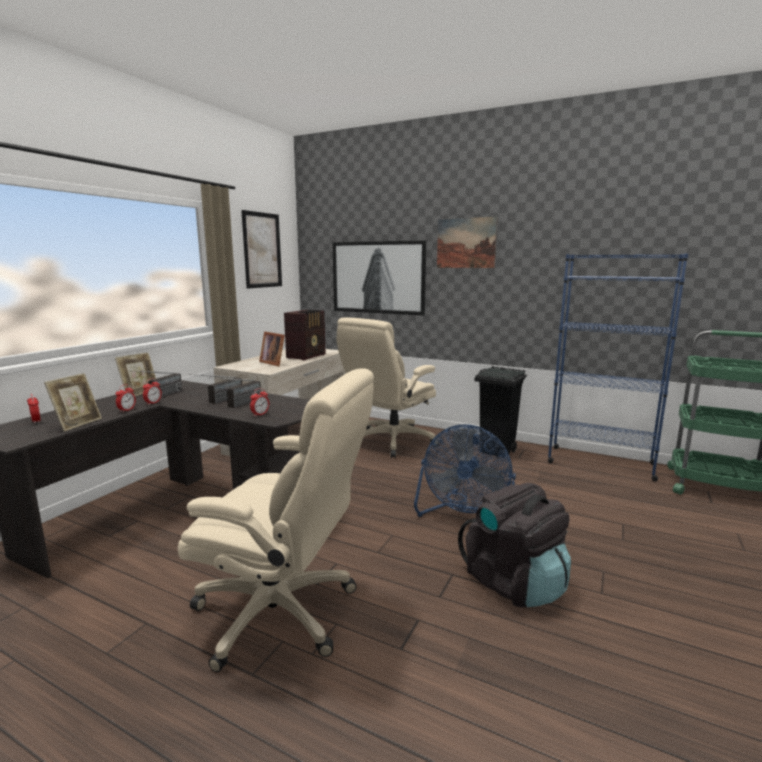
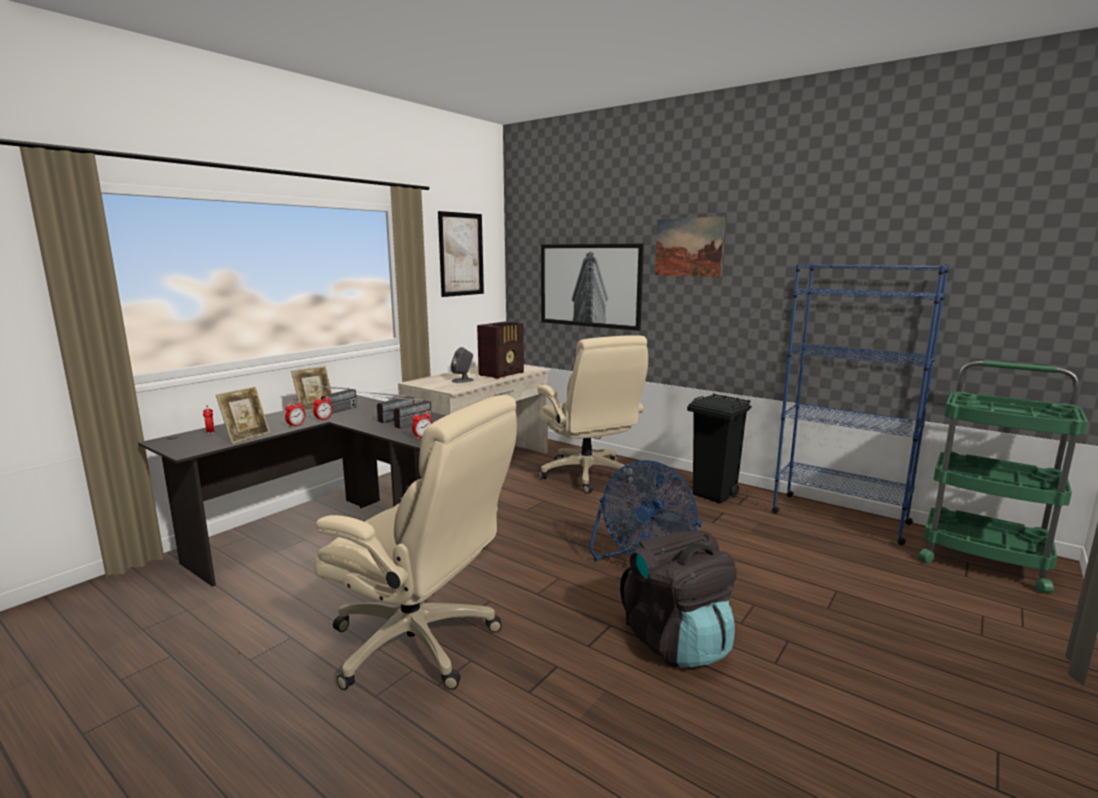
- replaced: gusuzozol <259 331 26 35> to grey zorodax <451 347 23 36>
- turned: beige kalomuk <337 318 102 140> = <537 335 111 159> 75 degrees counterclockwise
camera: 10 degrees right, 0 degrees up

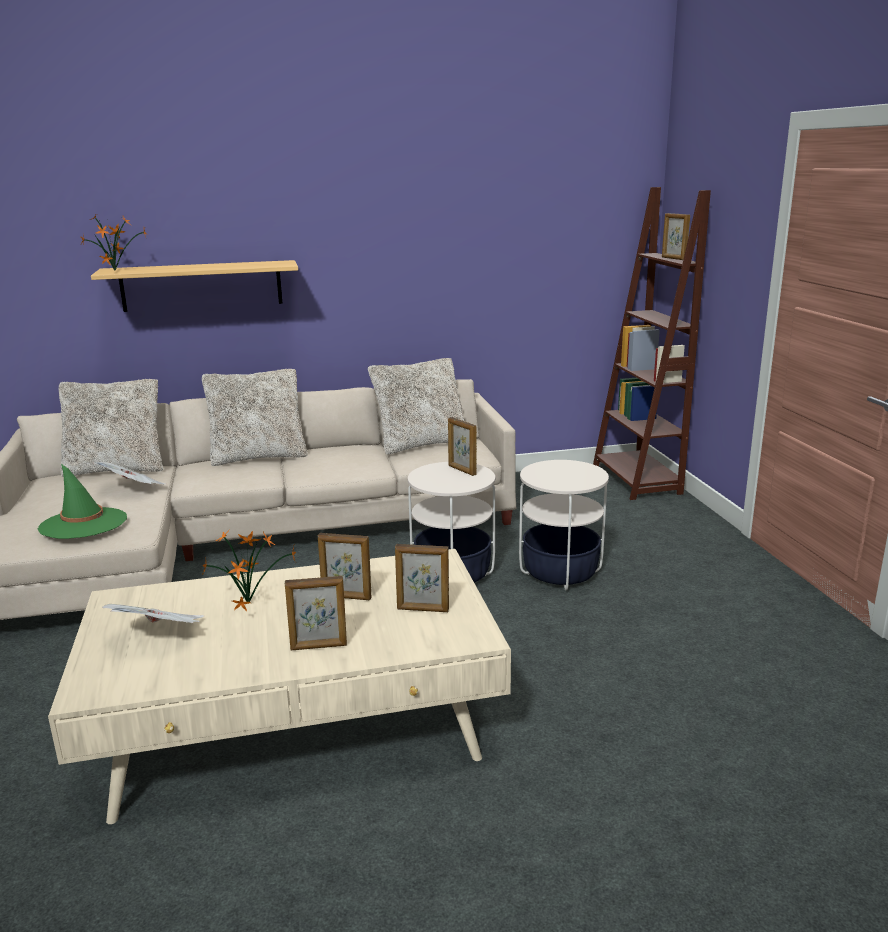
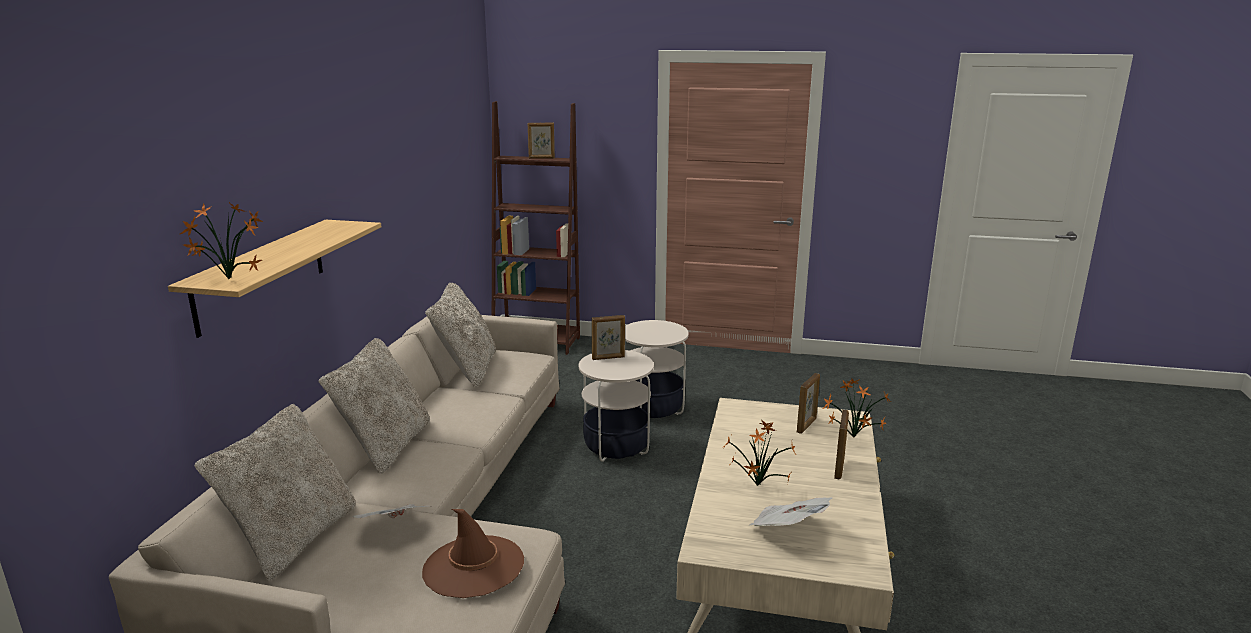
- recoloured: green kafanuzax <38 464 89 75> to brown kafanuzax <422 509 102 89>
- removed: gusuzozol <318 533 53 67>
- added: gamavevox <822 379 69 59>
camera: 65 degrees left, 0 degrees up

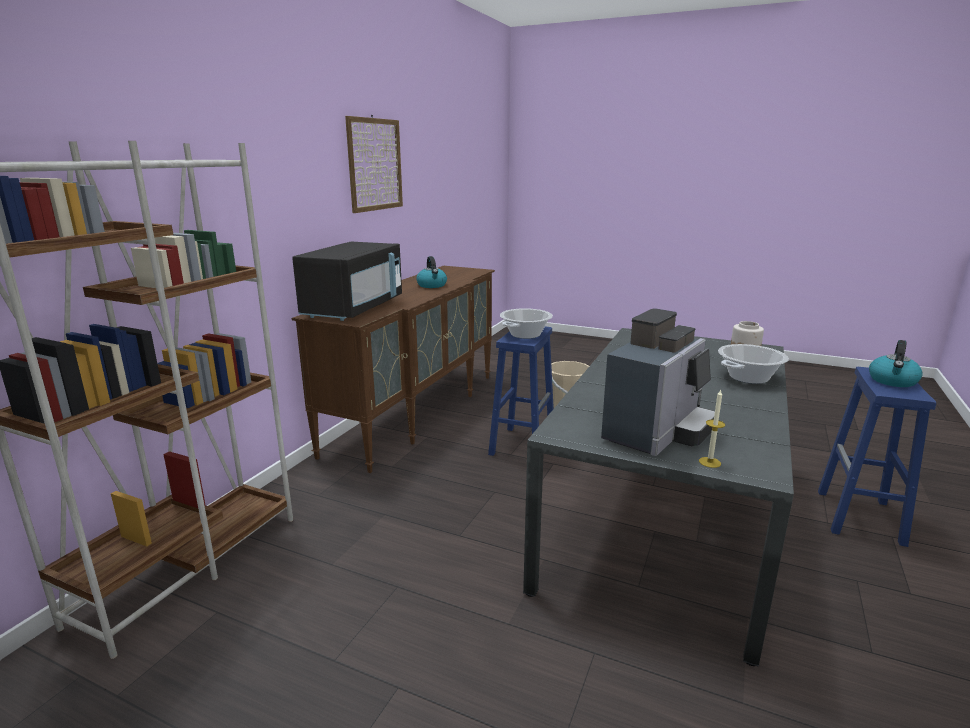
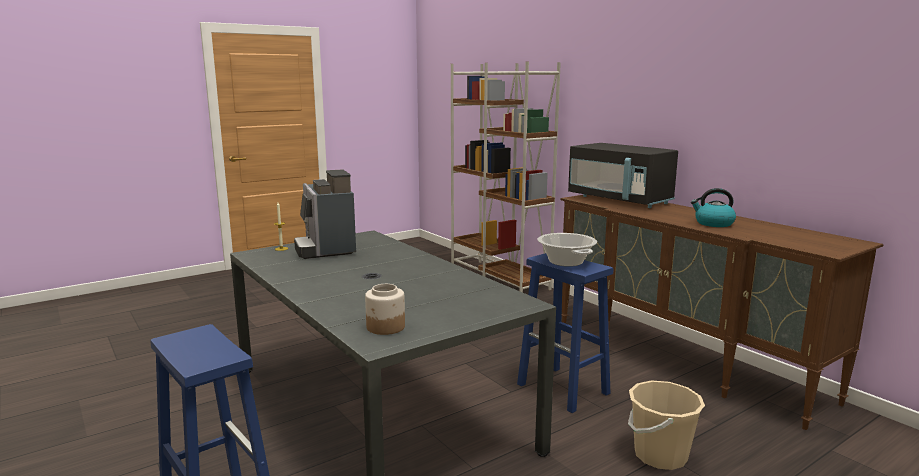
- removed: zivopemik <345 115 58 98>
- removed: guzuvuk <718 344 71 40>
- removed: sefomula <869 340 54 47>
camera: 120 degrees right, 5 degrees down

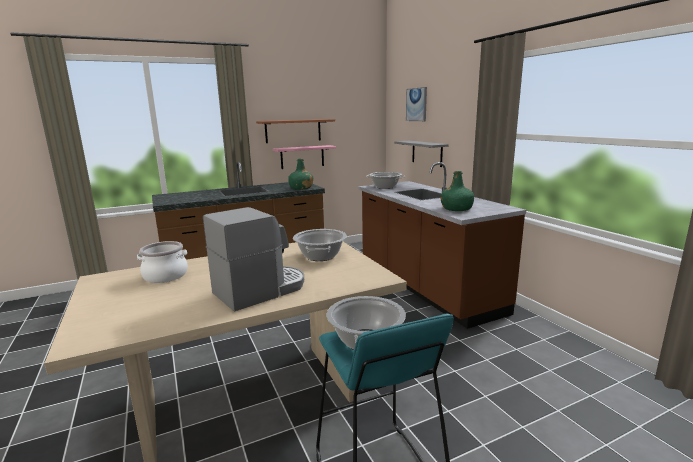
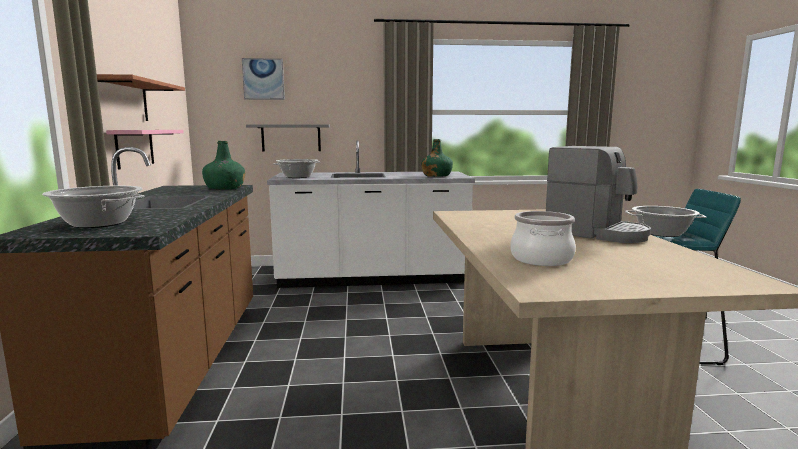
- turned: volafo <203 207 101 105> = <546 146 105 97> 150 degrees clockwise
- moved: guzuvuk <293 229 54 32> to <42 186 103 42>
- recoloured: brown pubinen <358 162 168 167> to white pubinen <267 140 208 148>
camera: 70 degrees left, 5 degrees down

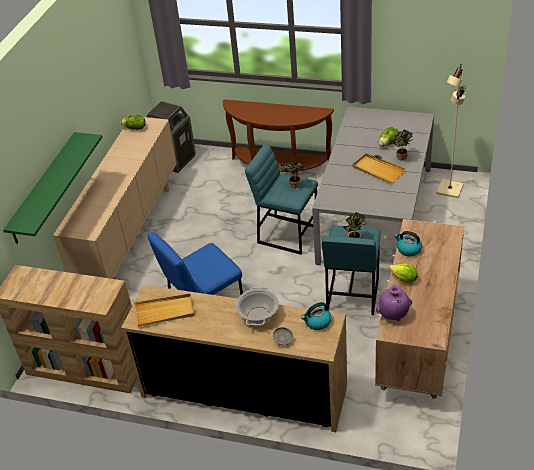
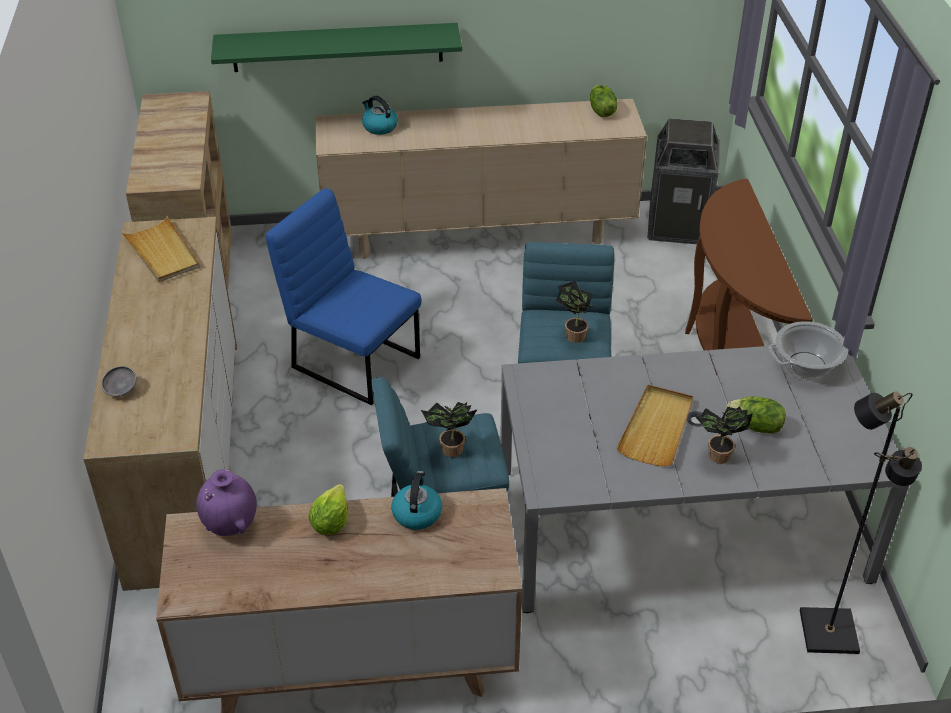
- moved: guzuvuk <236 288 43 37> to <768 321 80 57>
- moved: sefomula <301 302 30 28> to <362 96 36 39>
- recoloured: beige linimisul <436 64 30 134> to black linimisul <800 391 122 263>
camera: 65 degrees right, 0 degrees up

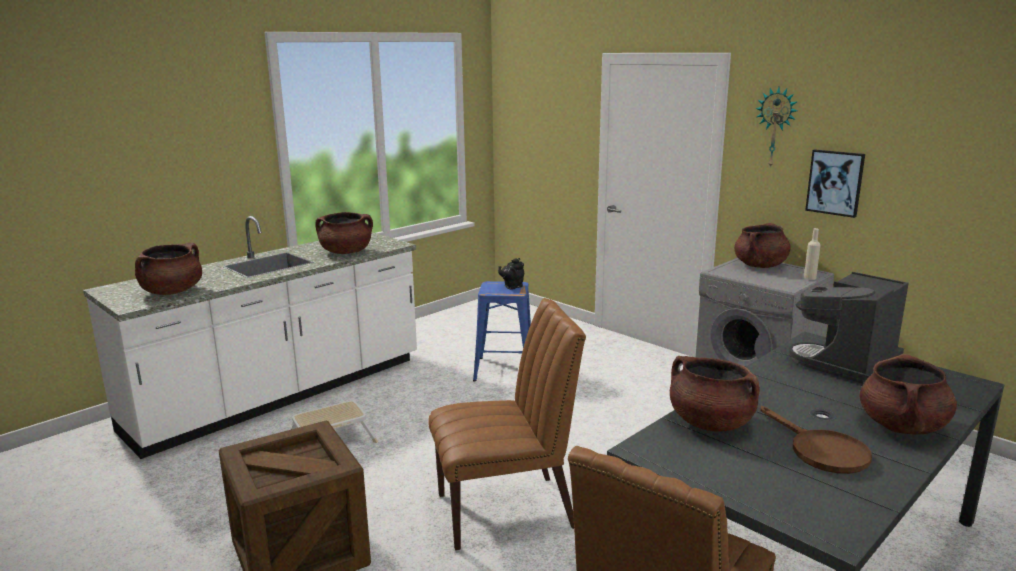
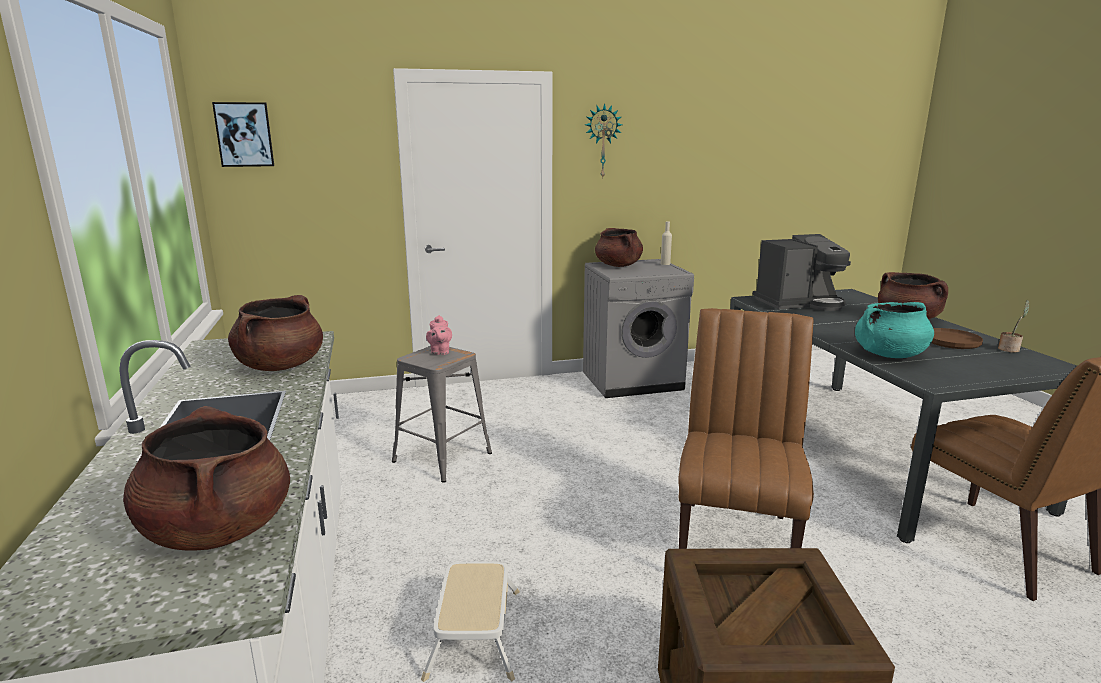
- recoloured: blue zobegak <473 281 58 101> to grey zobegak <392 346 100 137>
- recoloured: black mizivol <498 258 26 31> to pink mizivol <426 315 26 40>
- recoloured: brown guzuvuk <670 356 90 76> to turquoise guzuvuk <855 302 79 56>
- turned: volafo <789 272 120 112> = <752 234 99 77> 90 degrees counterclockwise
- moved: zivopemik <805 149 60 69> to <212 102 62 65>
- added: gamavevox <998 300 32 53>
camera: 60 degrees left, 0 degrees up

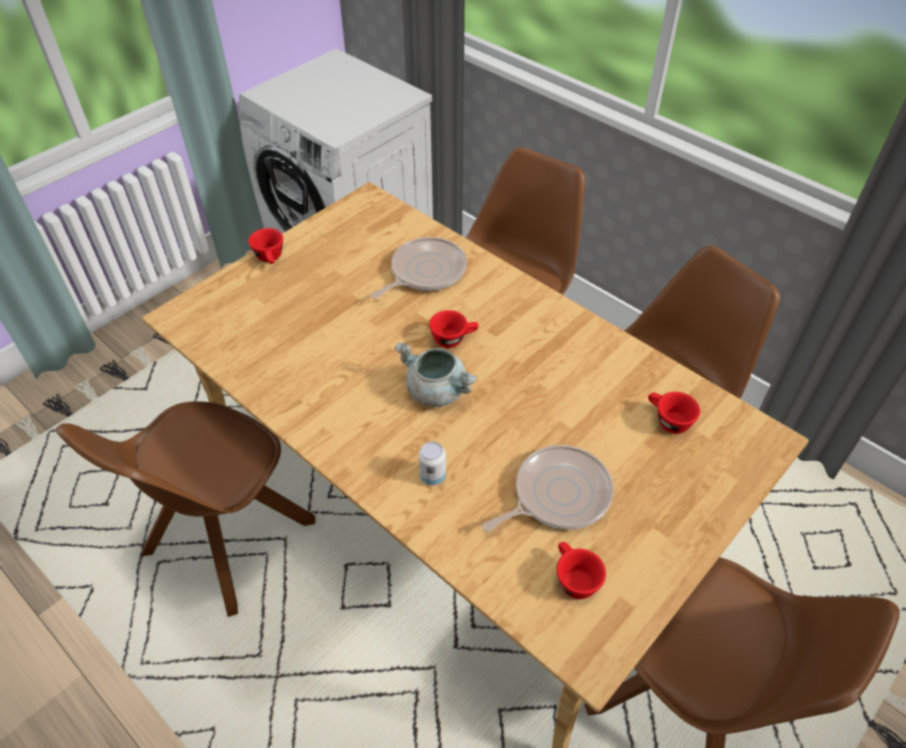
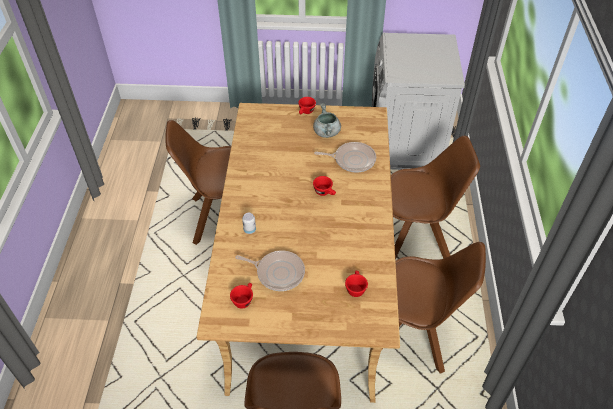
- moved: grey guzuvuk <395 342 82 65> to <313 103 28 35>
camera: 50 degrees right, 0 degrees up

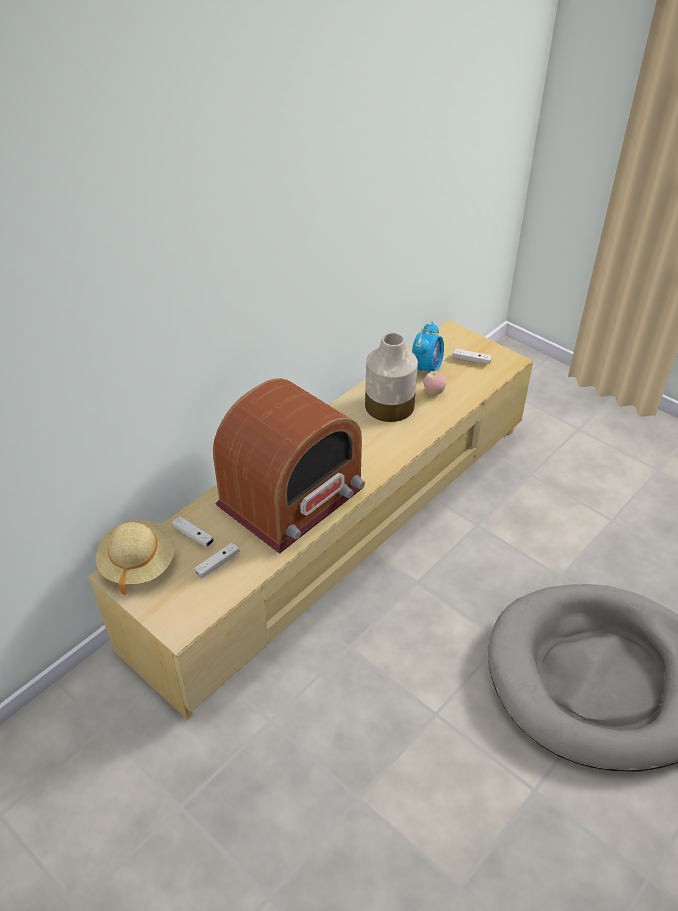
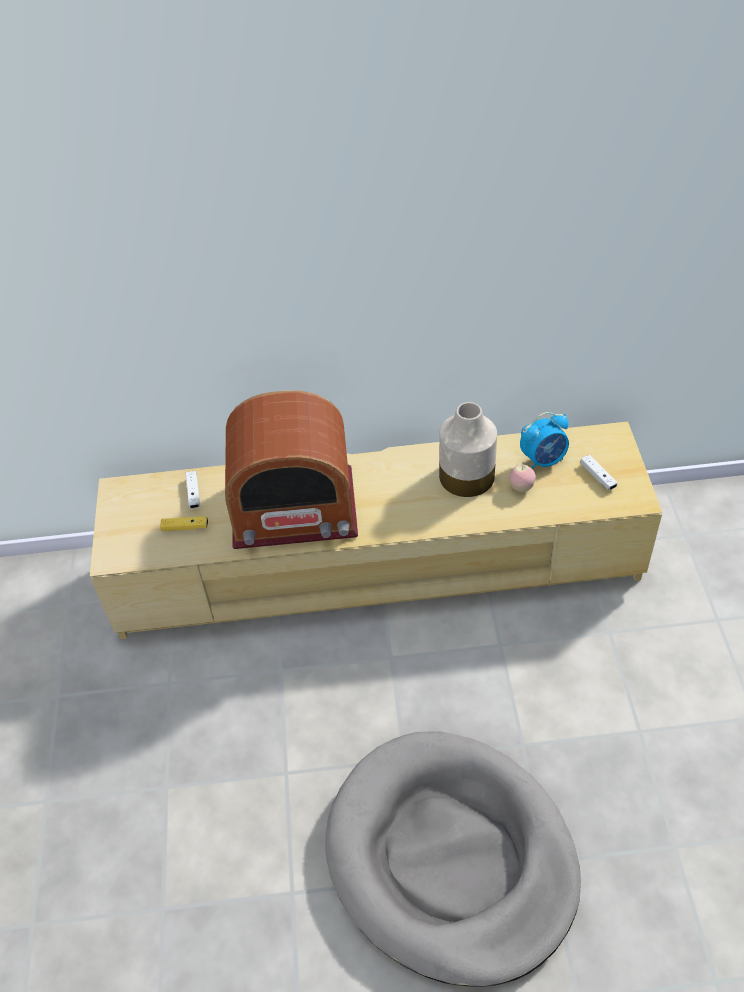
- removed: beige kafanuzax <96 520 79 75>
- recoloured: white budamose <194 543 45 36> to yellow budamose <160 516 48 15>
camera: 45 degrees right, 5 degrees up

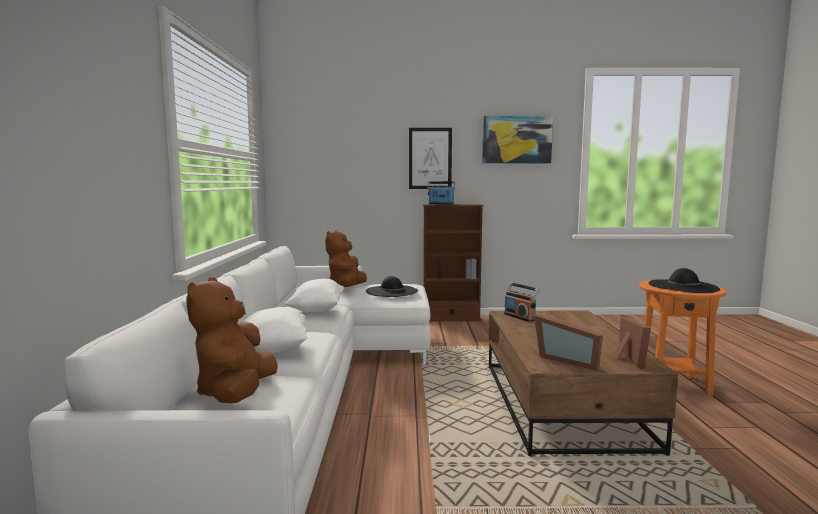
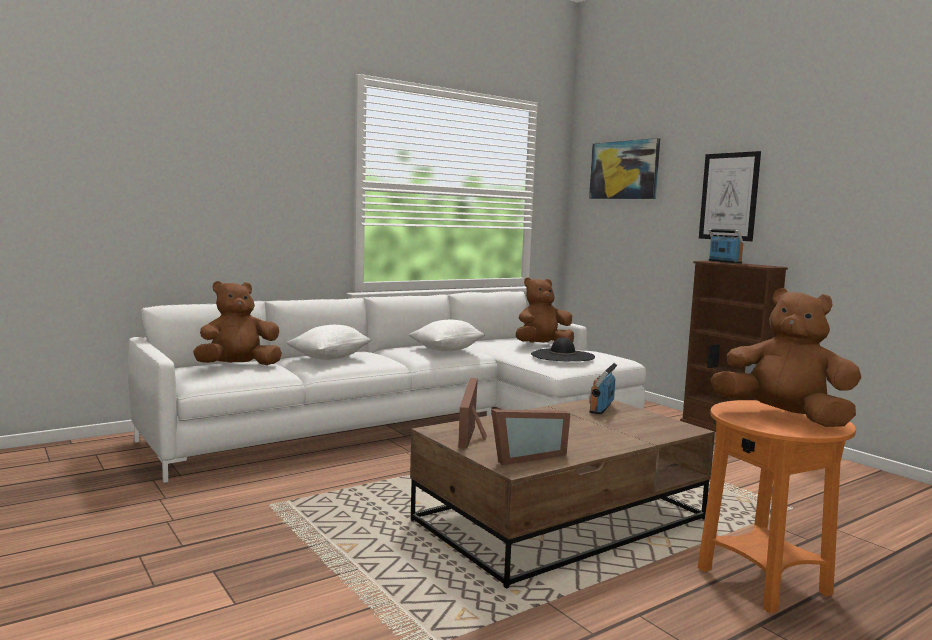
- moved: zivopemik <482 116 71 47> to <589 138 71 61>
- replaced: black kafanuzax <649 268 71 25> to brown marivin <710 288 151 139>
camera: 55 degrees right, 0 degrees up

